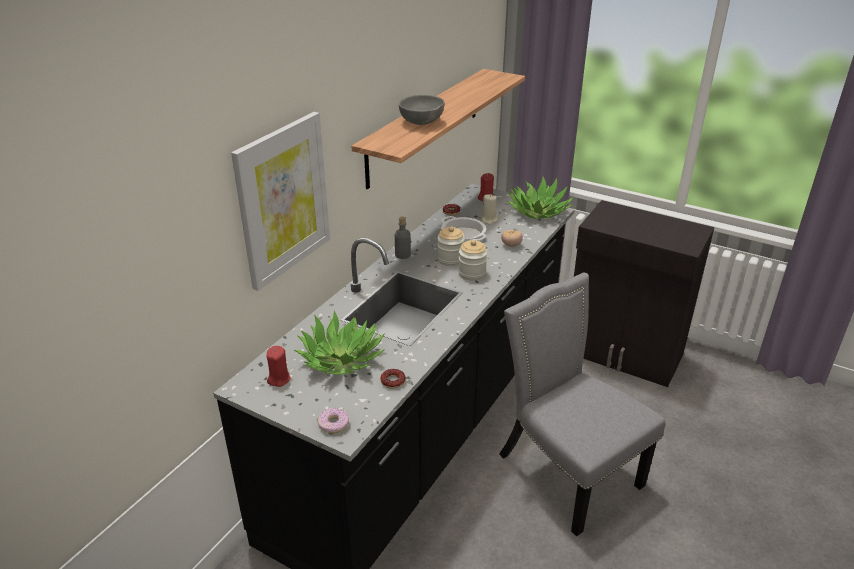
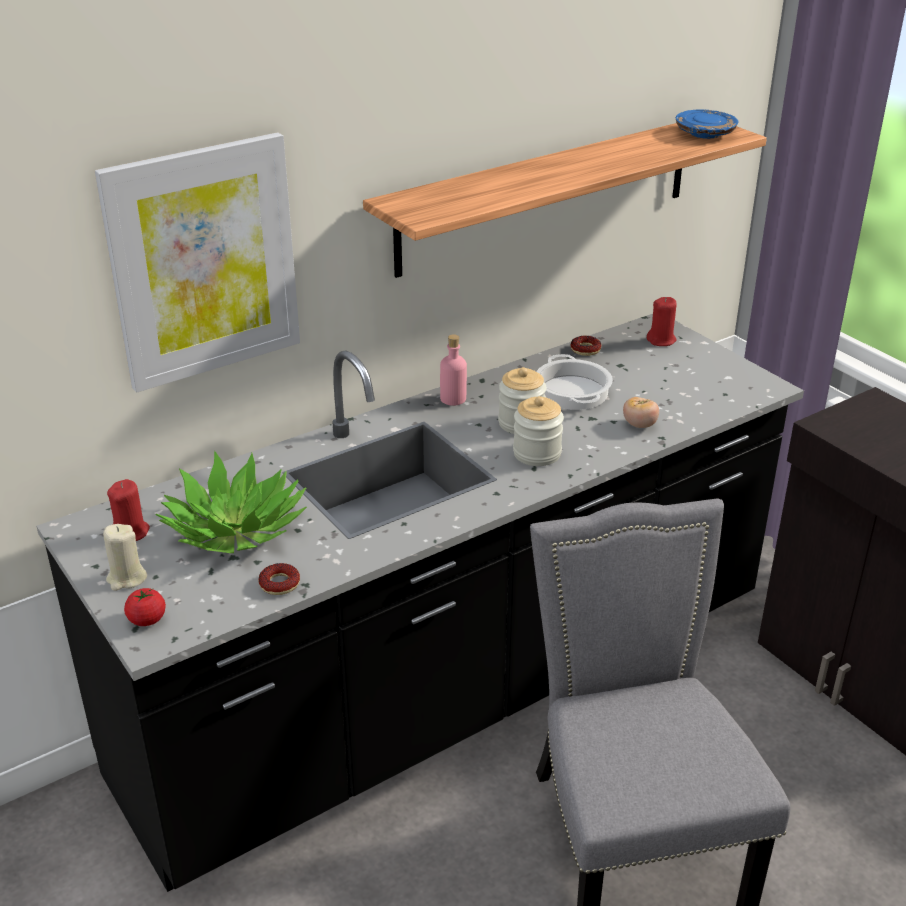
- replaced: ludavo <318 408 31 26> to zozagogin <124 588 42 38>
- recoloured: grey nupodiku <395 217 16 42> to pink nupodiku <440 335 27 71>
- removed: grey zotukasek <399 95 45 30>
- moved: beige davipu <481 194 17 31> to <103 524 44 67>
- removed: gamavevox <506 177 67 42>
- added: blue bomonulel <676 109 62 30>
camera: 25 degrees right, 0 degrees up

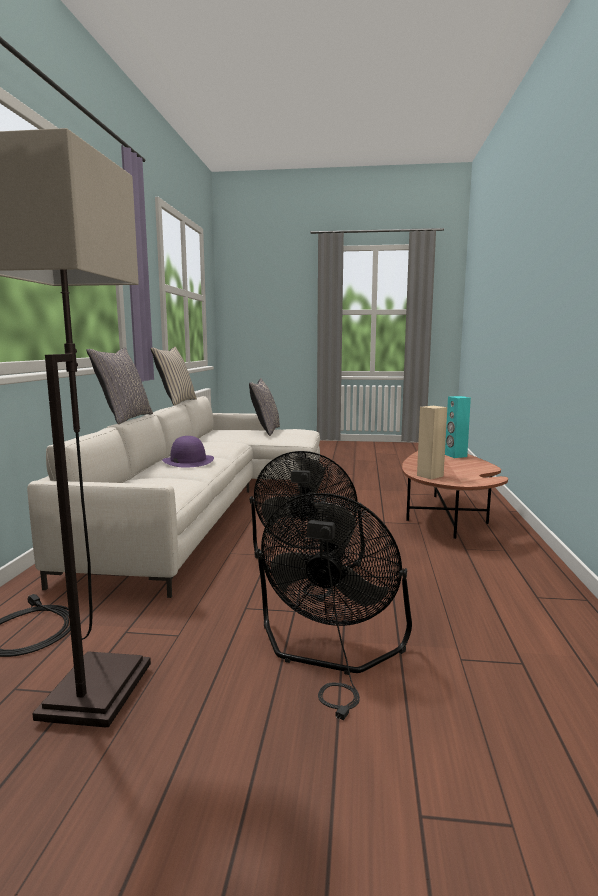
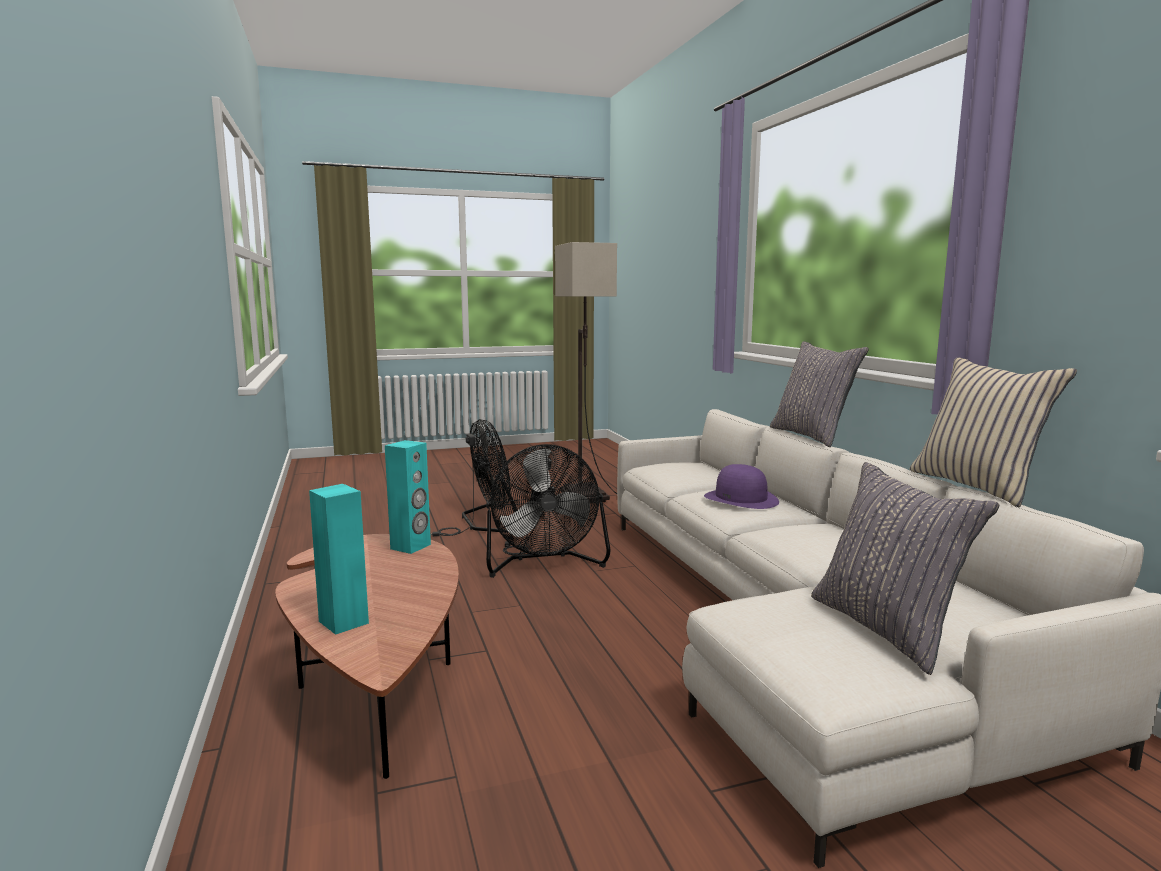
- turned: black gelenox <255 493 157 227> = <430 419 87 117> 105 degrees counterclockwise
- recoloured: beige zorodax <417 406 30 73> to turquoise zorodax <385 440 46 114>
camera: 155 degrees right, 0 degrees up

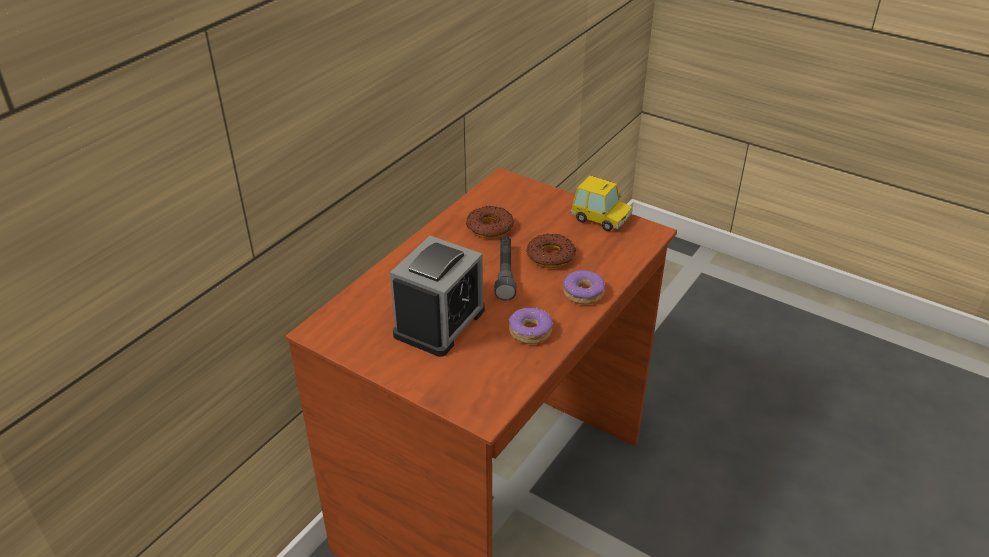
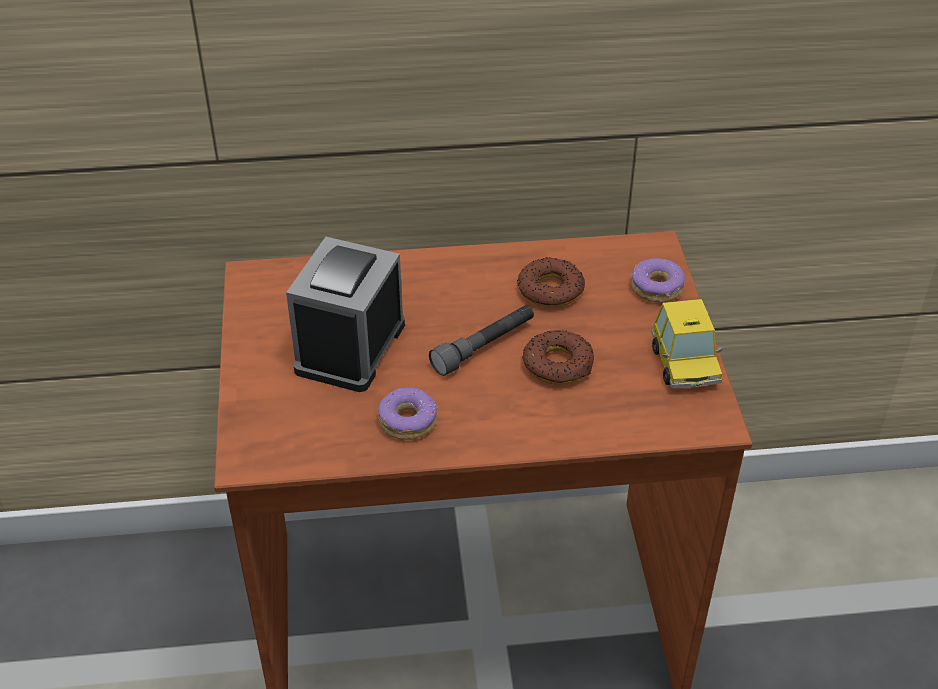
- turned: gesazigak <390 236 95 121> = <286 237 119 155> 120 degrees clockwise
- moved: ludavo <563 270 42 35> to <631 258 54 45>
camera: 50 degrees right, 5 degrees up

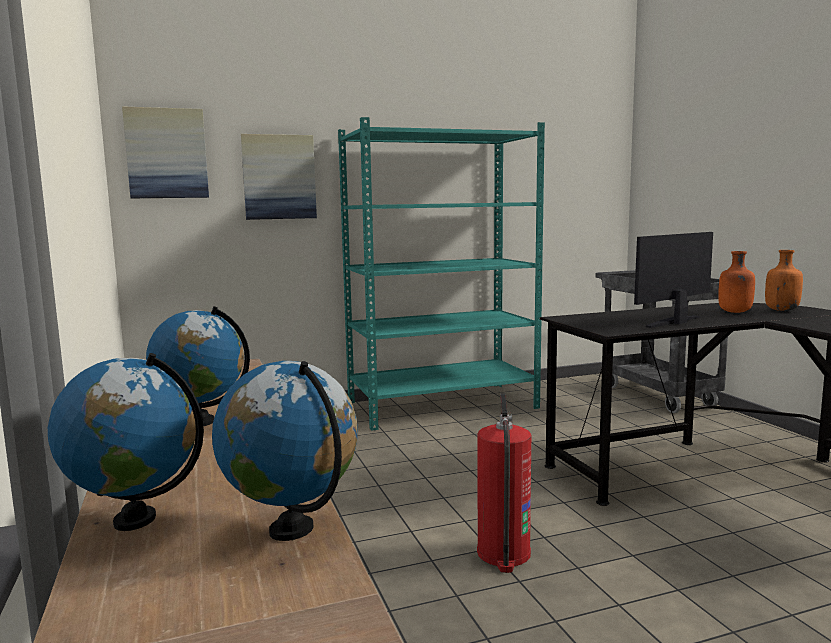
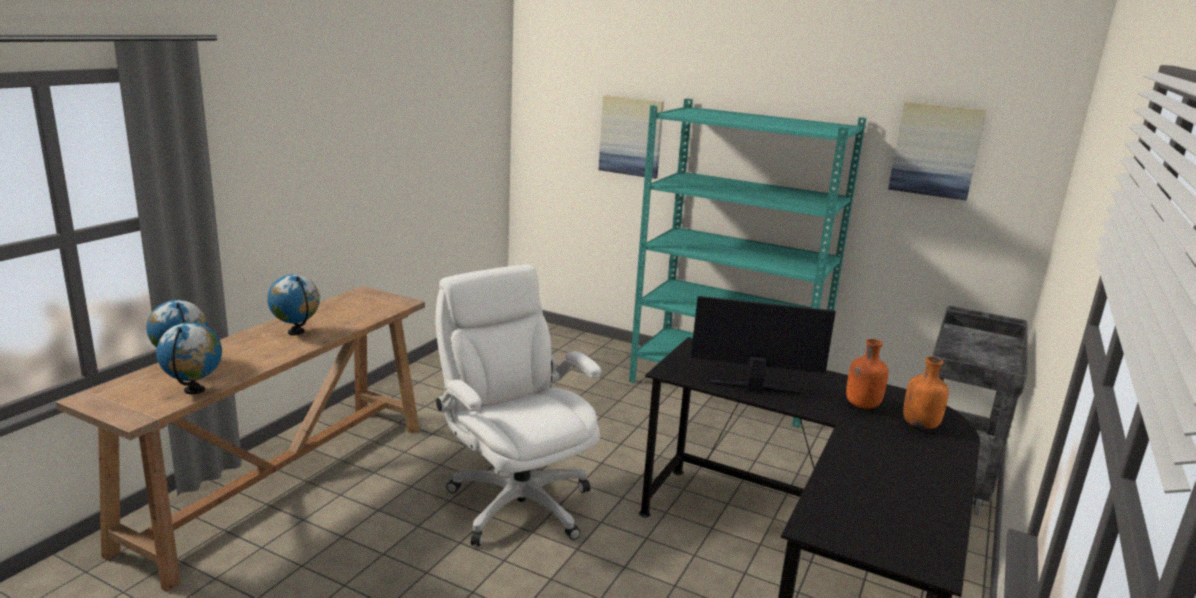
- moved: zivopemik <122 106 87 92> to <888 102 98 99>
- replaced: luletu <477 394 54 179> to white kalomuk <436 265 165 281>
camera: 45 degrees right, 10 degrees up

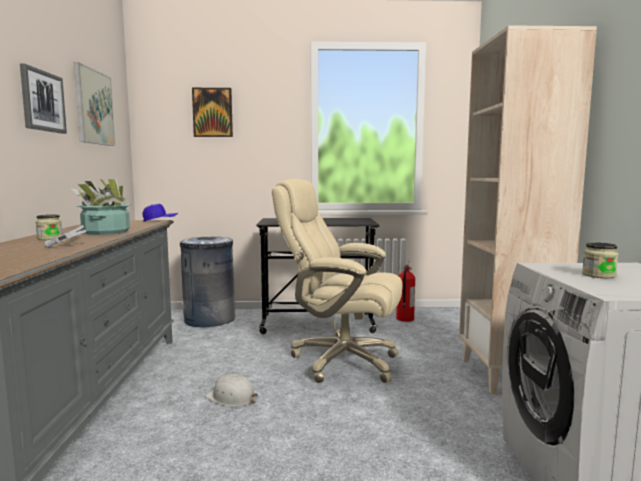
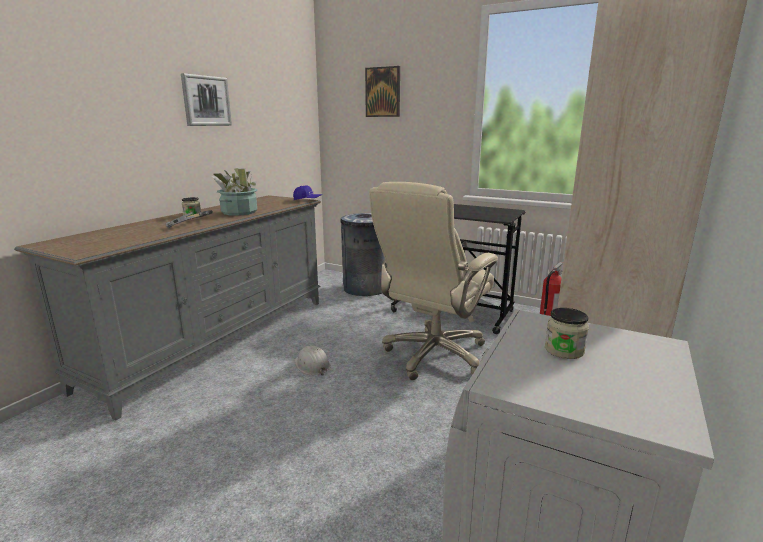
- removed: zivopemik <74 62 41 84>
- turned: beige kalomuk <271 179 132 204> = <369 182 129 198> 105 degrees counterclockwise
camera: 30 degrees right, 10 degrees up

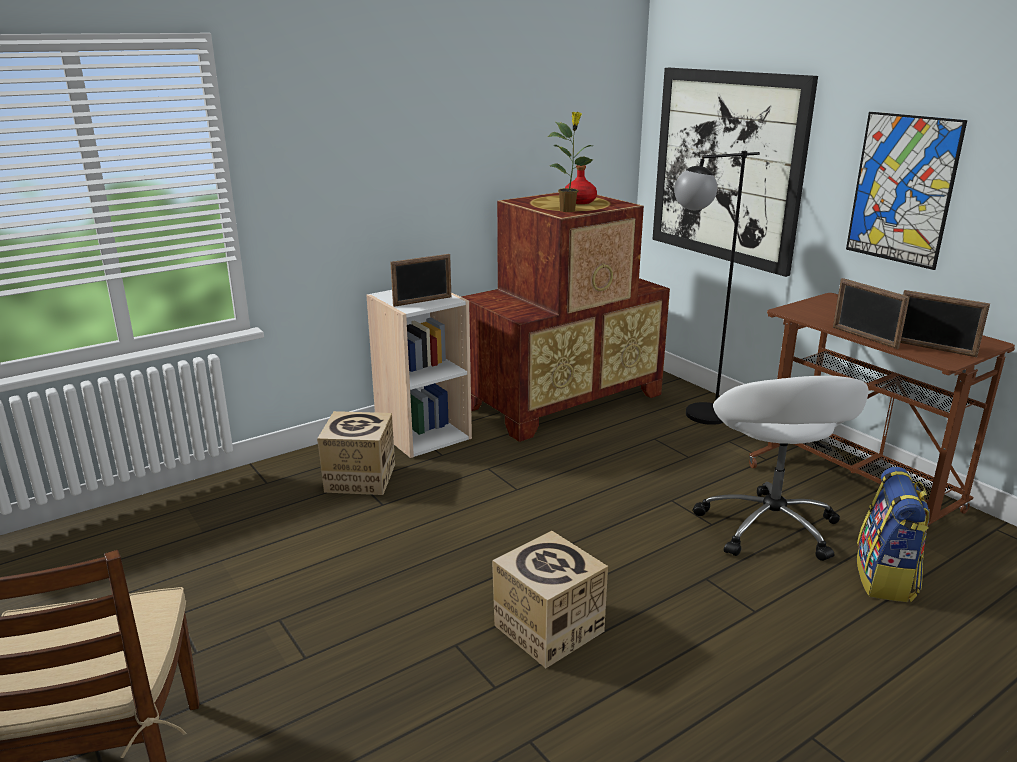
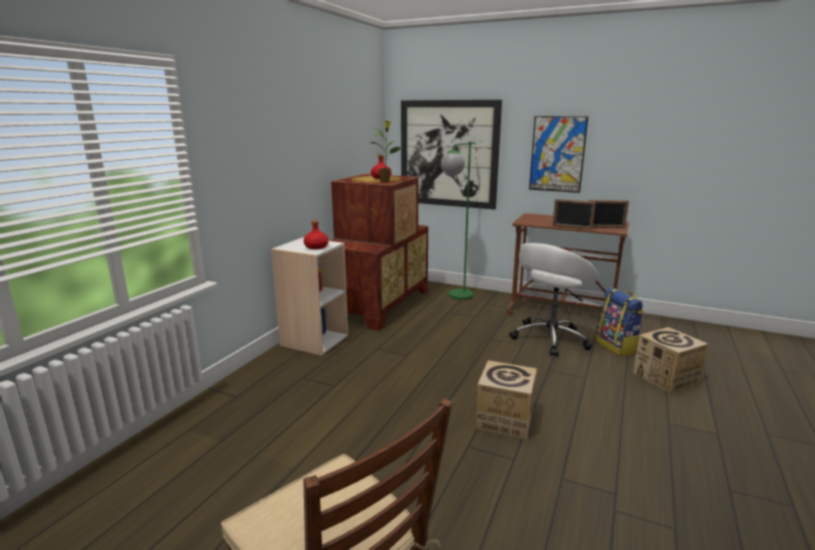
- moved: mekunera <317 411 78 84> to <633 327 75 66>
- replaced: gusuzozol <390 254 61 53> to red nupodiku <304 221 25 28>
- recoloured: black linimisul <674 151 86 274> to green linimisul <441 142 35 158>
- turned: white kalomuk <693 376 175 185> = <509 243 90 113> 75 degrees clockwise
camera: 30 degrees left, 5 degrees down

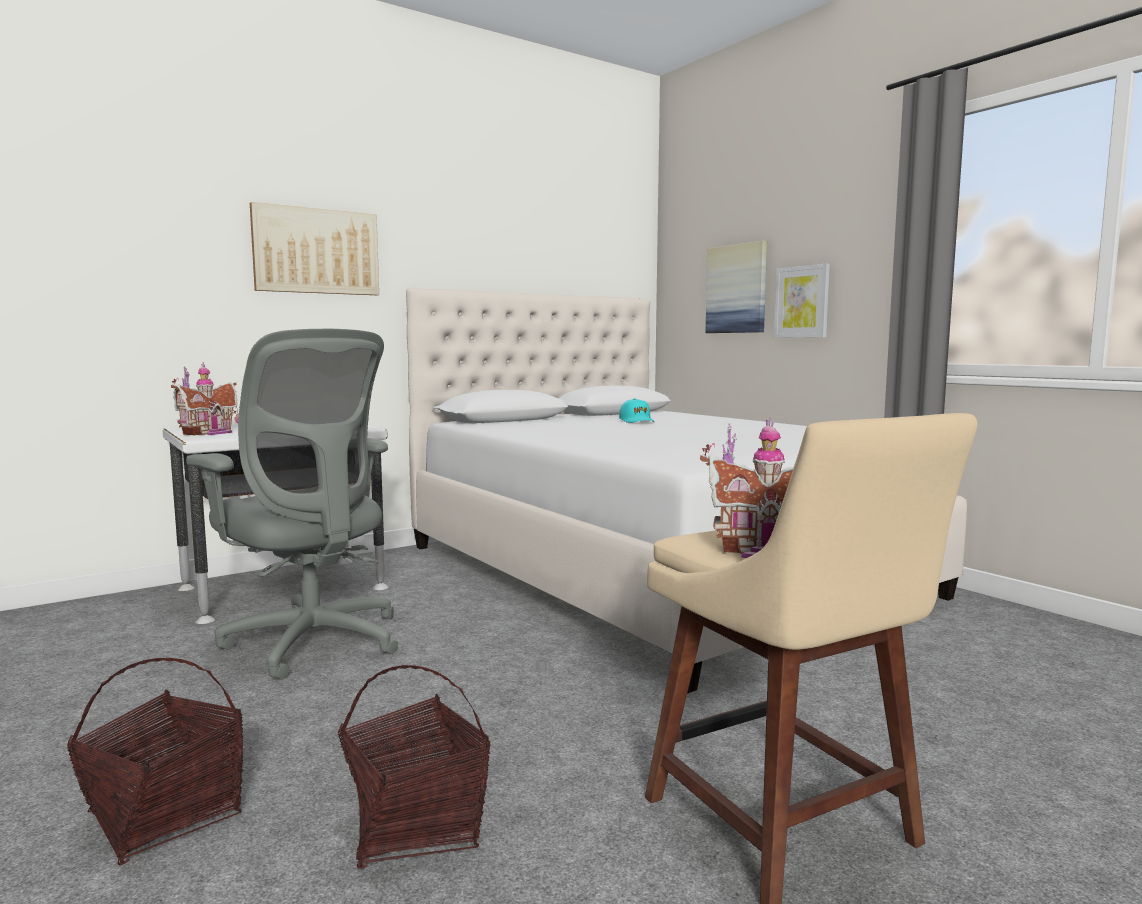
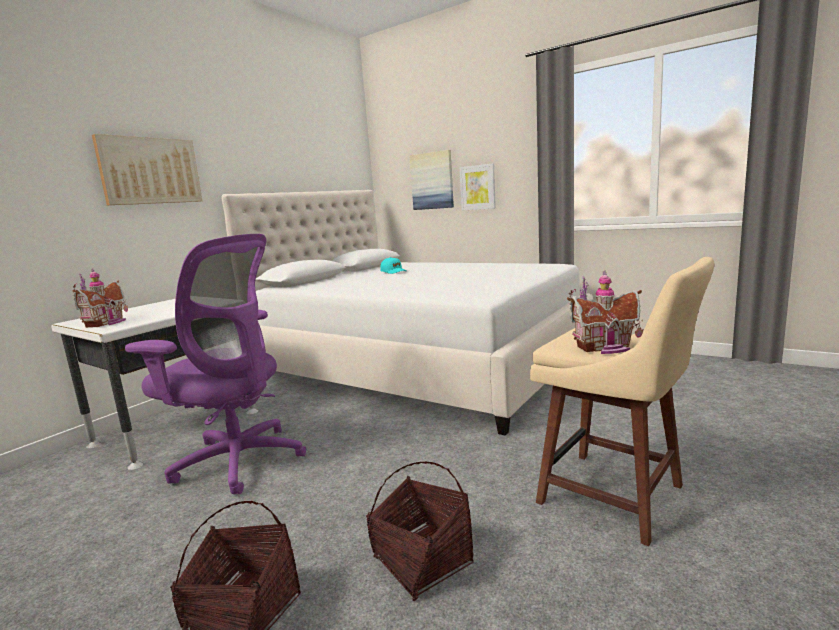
- recoloured: grey kalomuk <186 329 212 351> to purple kalomuk <125 234 181 260>
camera: 20 degrees left, 5 degrees up

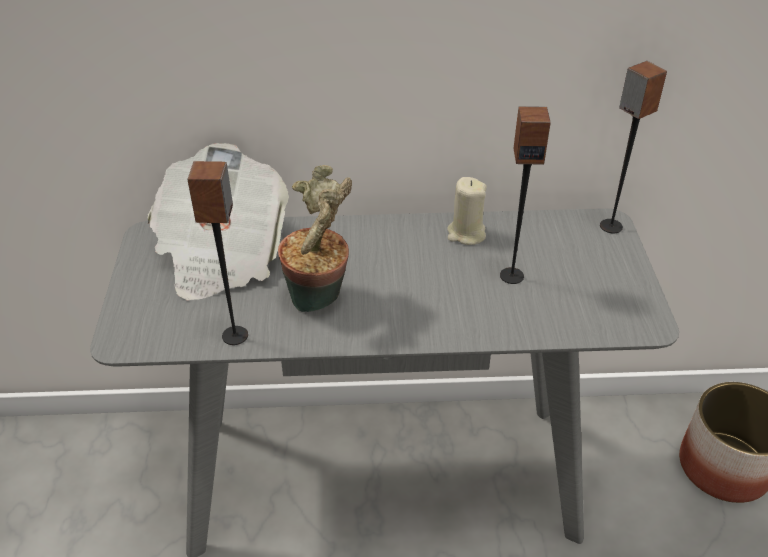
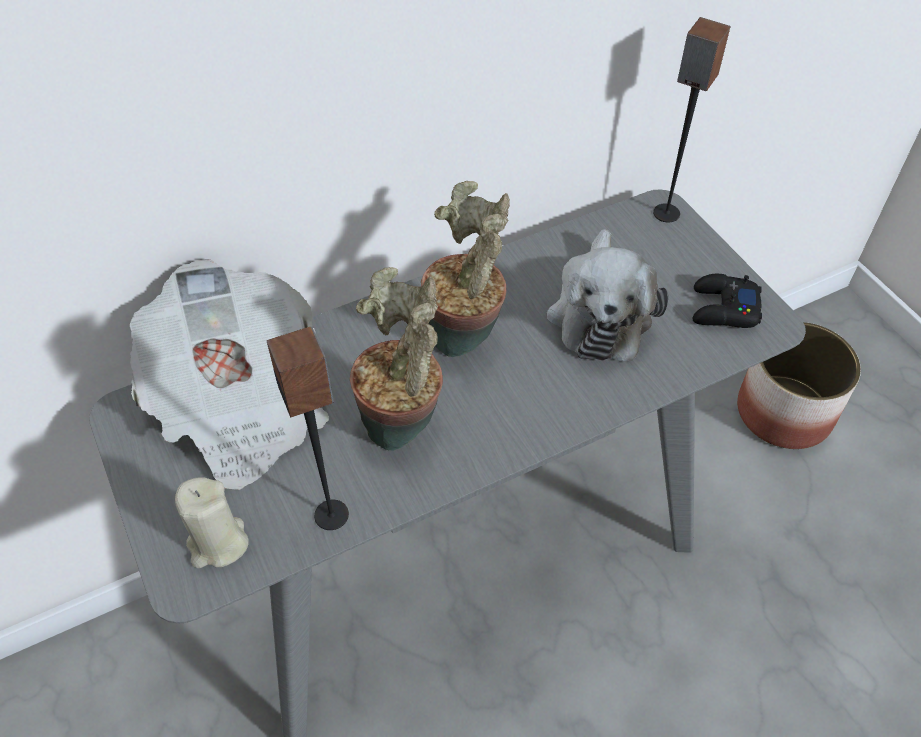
- moved: beige davipu <447 177 40 68> to <175 477 74 91>
- replaced: zorodax <500 106 51 178> to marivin <547 229 121 133>
- added: gamavevox <421 181 89 176>
- added: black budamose <692 274 70 54>
camera: 25 degrees left, 10 degrees up

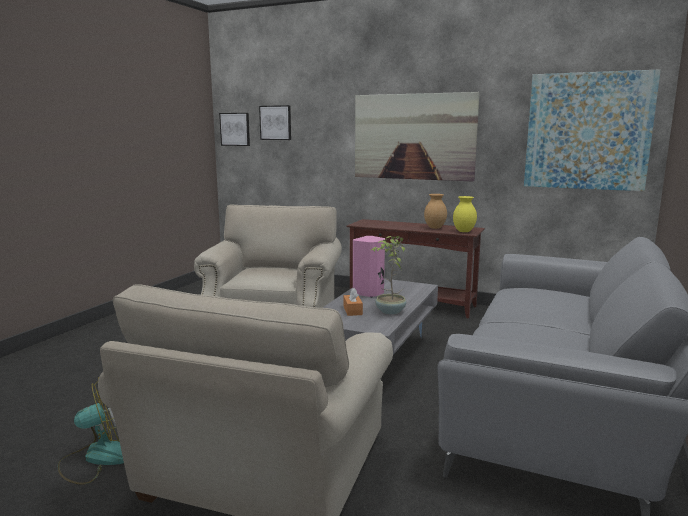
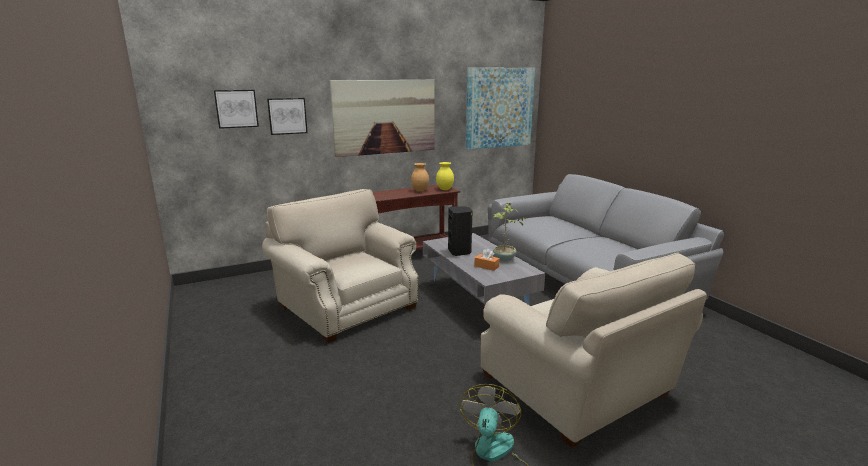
- moved: zivopemik <219 113 31 33> to <267 98 41 37>
- recoloured: pink zorodax <353 236 32 61> to black zorodax <448 206 25 50>
camera: 50 degrees left, 5 degrees up

